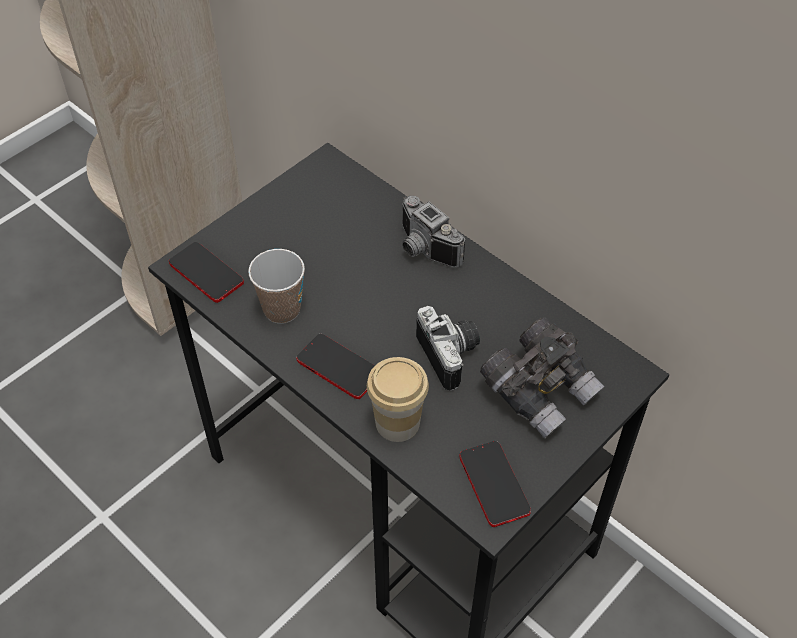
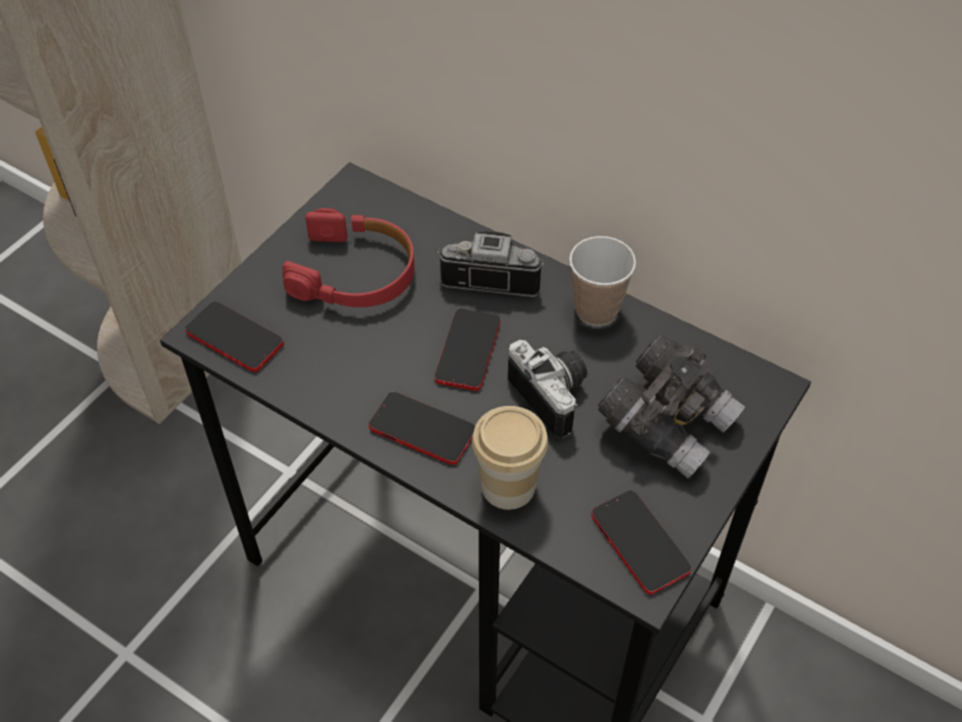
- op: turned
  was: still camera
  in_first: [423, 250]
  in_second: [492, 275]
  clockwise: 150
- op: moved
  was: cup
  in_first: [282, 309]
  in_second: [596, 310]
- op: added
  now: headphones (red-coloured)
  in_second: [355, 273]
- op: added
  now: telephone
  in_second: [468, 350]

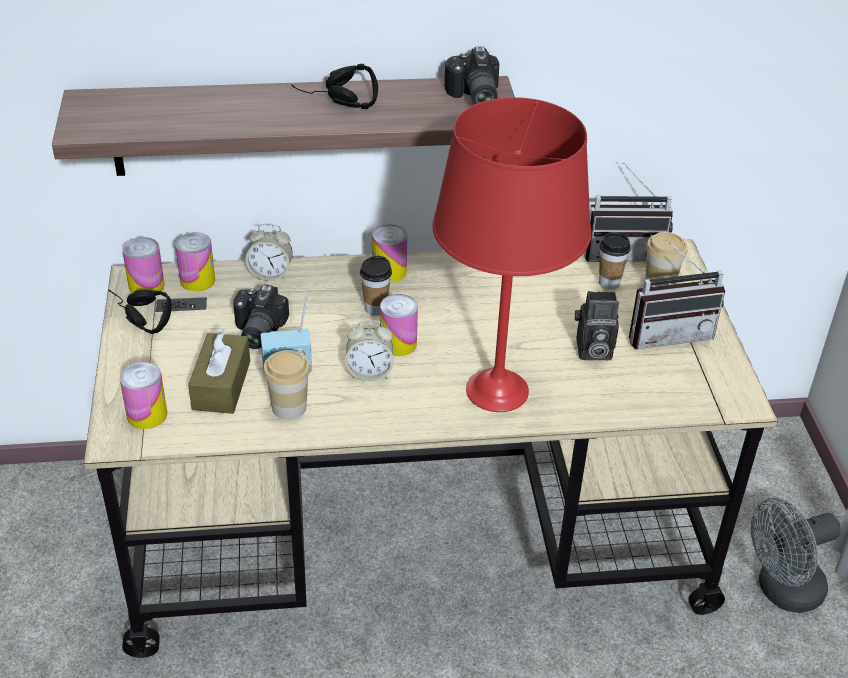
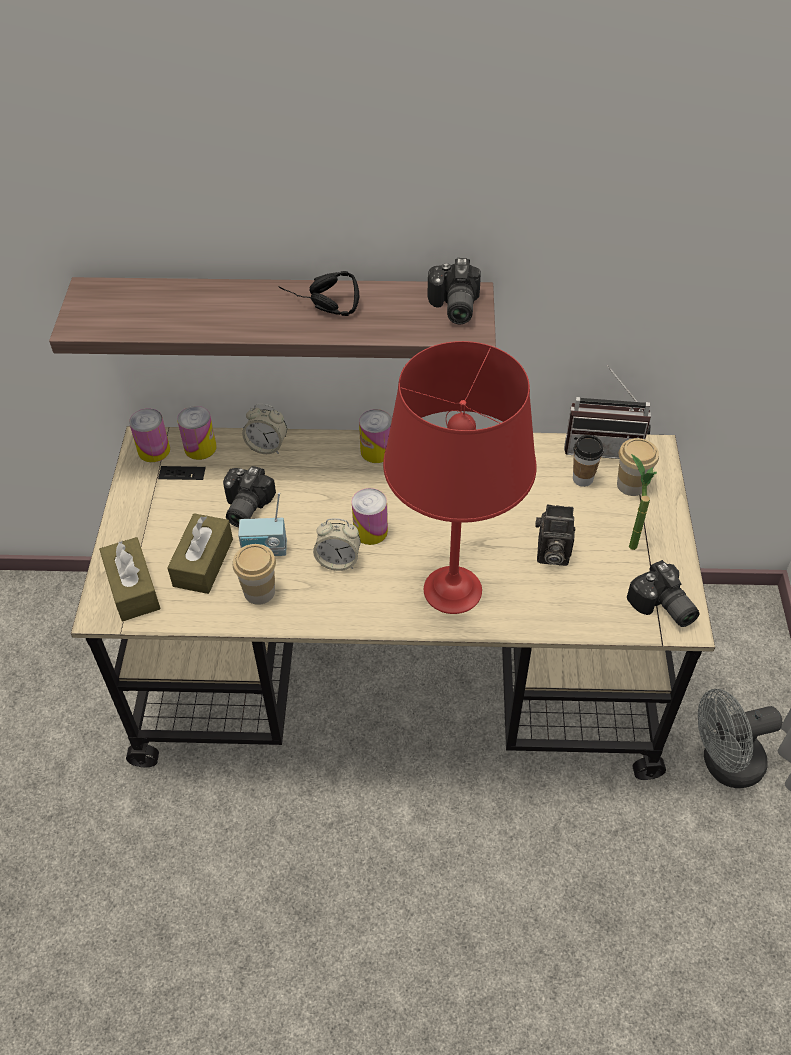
- op: replaced
  was: radio
  now: potted plant
  in_first: [668, 333]
  in_second: [628, 540]
- op: removed
  was: cup
  in_first: [375, 308]
- op: removed
  was: headphones (black)
  in_first: [135, 318]
- op: replaced
  was: sealed can
  now: tissue holder (brown-coloured)
  in_first: [147, 415]
  in_second: [133, 588]
- op: added
  now: still camera
  in_second: [662, 608]

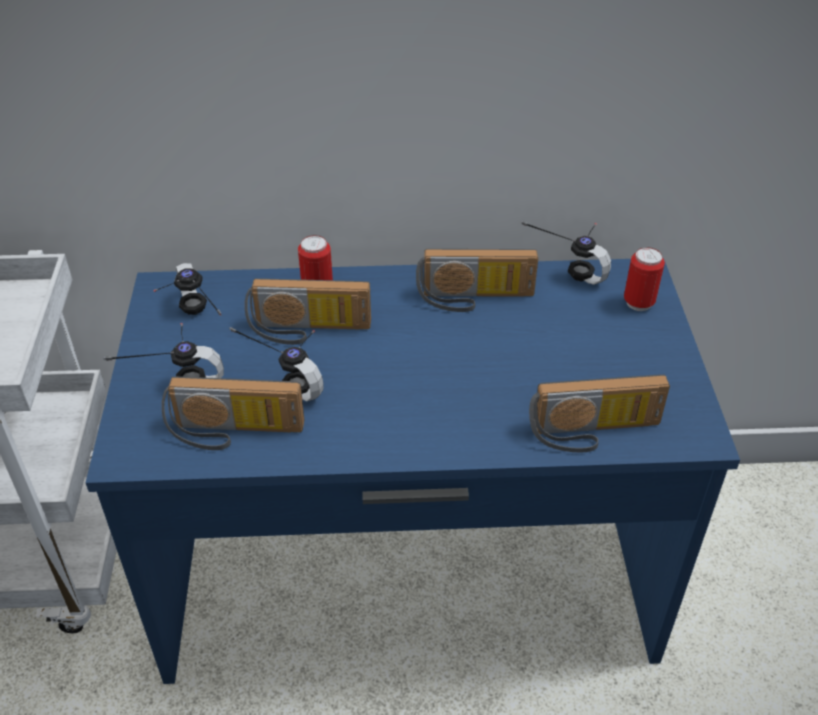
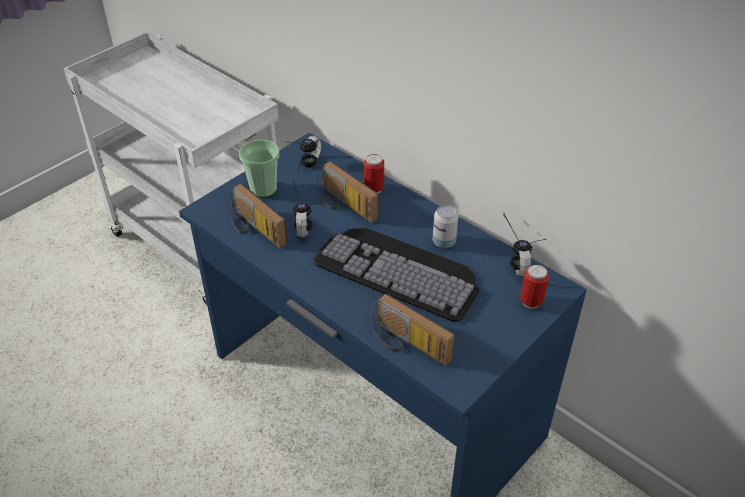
- op: replaced
  was: radio
  now: sealed can
  in_first: [475, 299]
  in_second: [444, 242]
- op: replaced
  was: headphones
  now: cup
  in_first: [175, 376]
  in_second: [263, 189]
- op: added
  now: keyboard
  in_second: [400, 270]

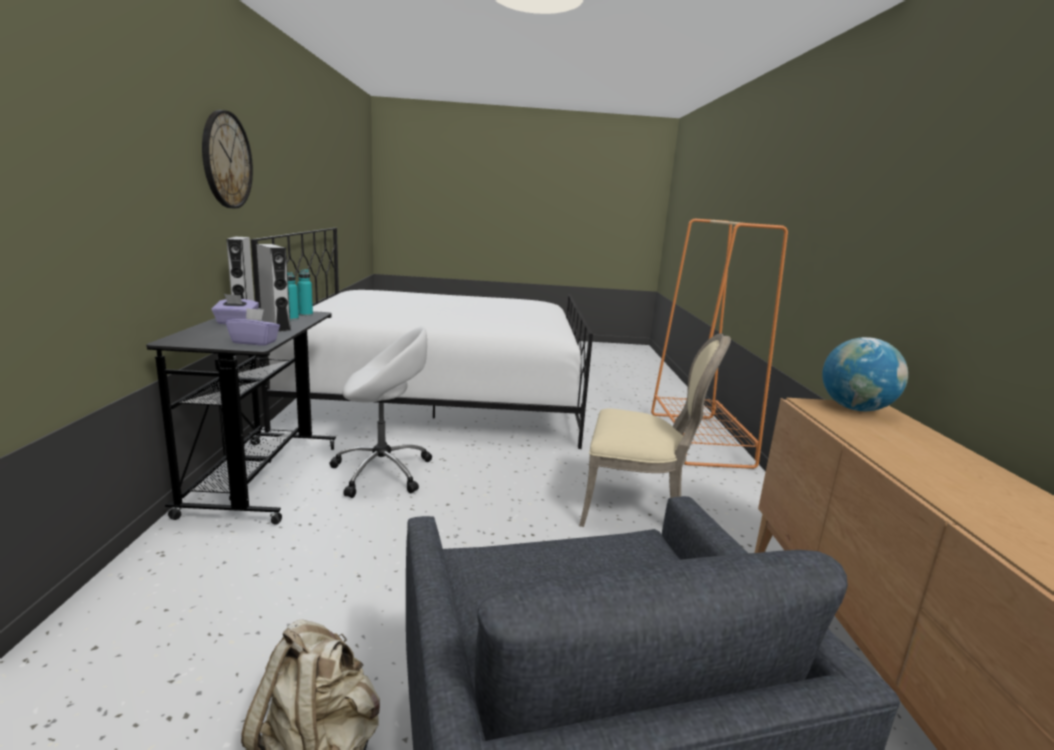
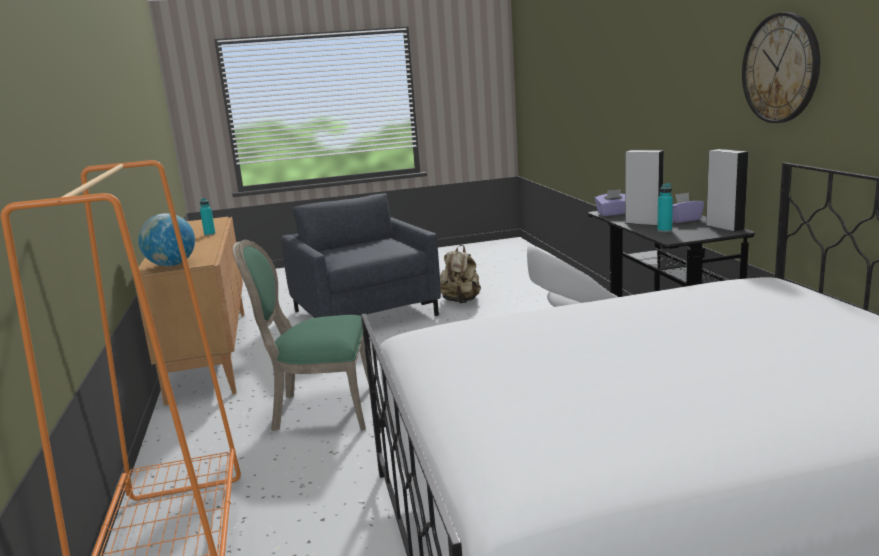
- op: moved
  was: drink bottle (turquoise)
  in_first: [305, 314]
  in_second: [209, 234]
- op: recoloured
  was: upright chair (beige-coloured)
  now: upright chair (green)
  in_first: [636, 509]
  in_second: [320, 409]

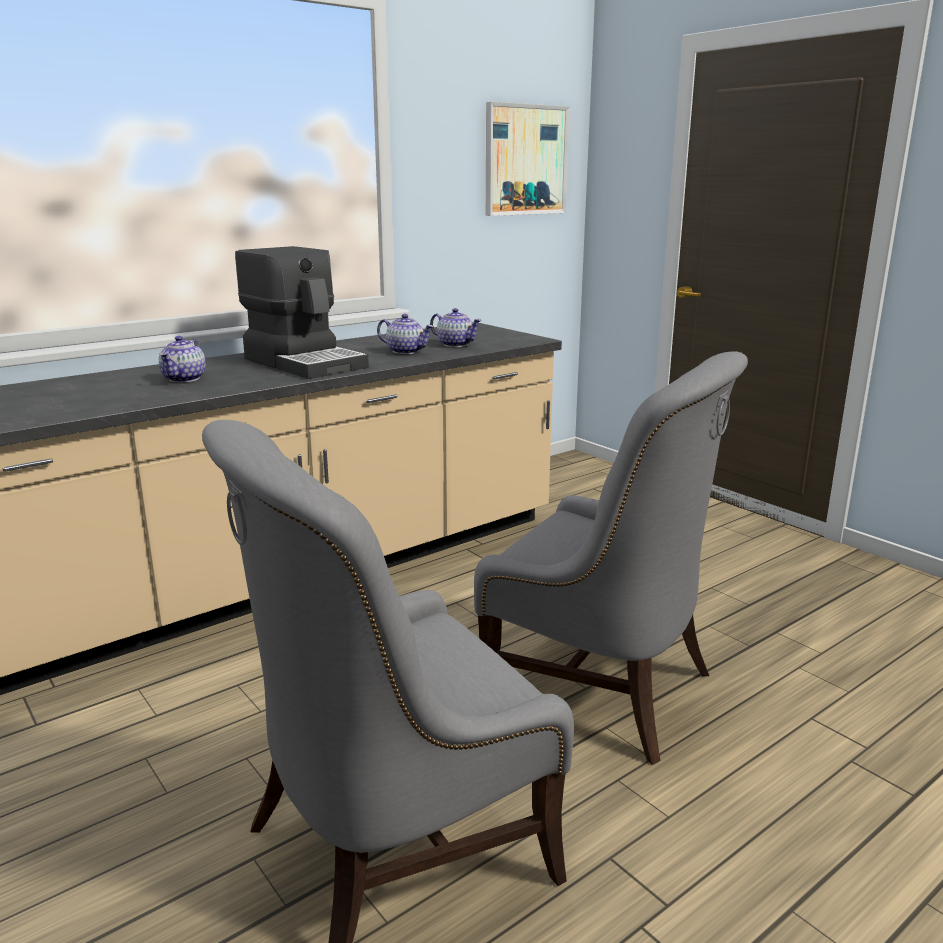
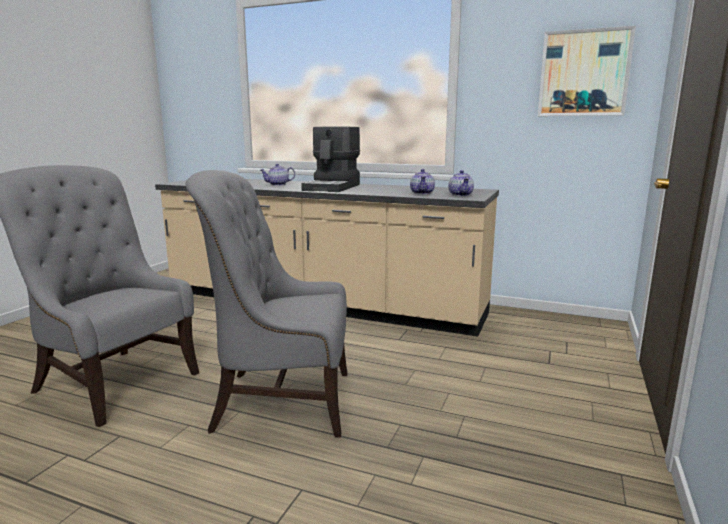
- op: moved
  was: teapot
  in_first: [406, 351]
  in_second: [461, 195]
- op: turned
  was: upright chair (grey)
  in_first: [600, 687]
  in_second: [281, 401]
  clockwise: 90

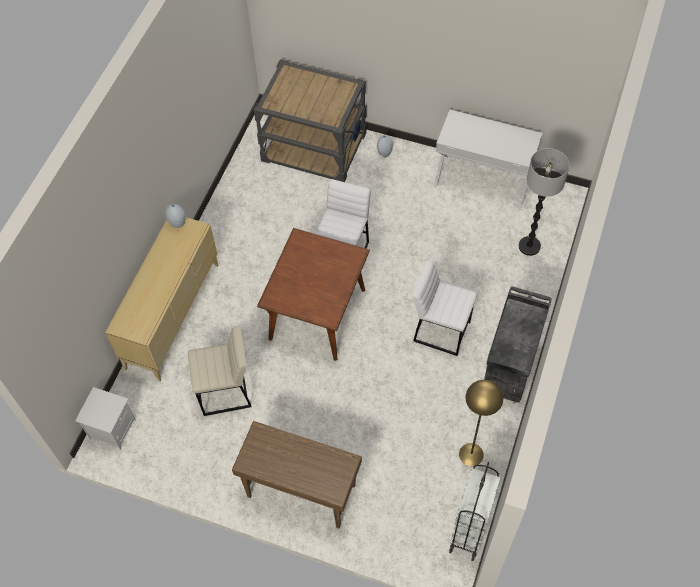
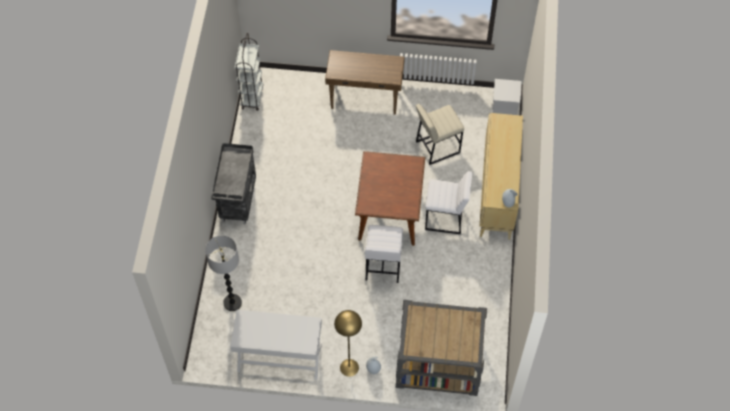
- op: moved
  was: upright chair (white-coloured)
  in_first: [440, 331]
  in_second: [445, 218]
- op: moved
  was: standard lamp (yellow)
  in_first: [471, 454]
  in_second: [349, 367]

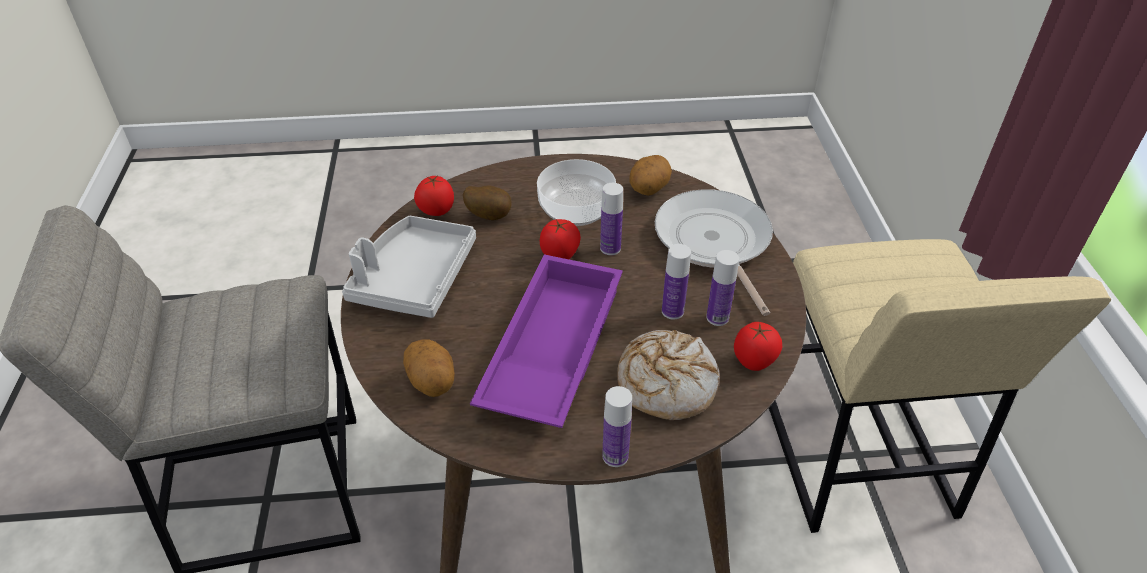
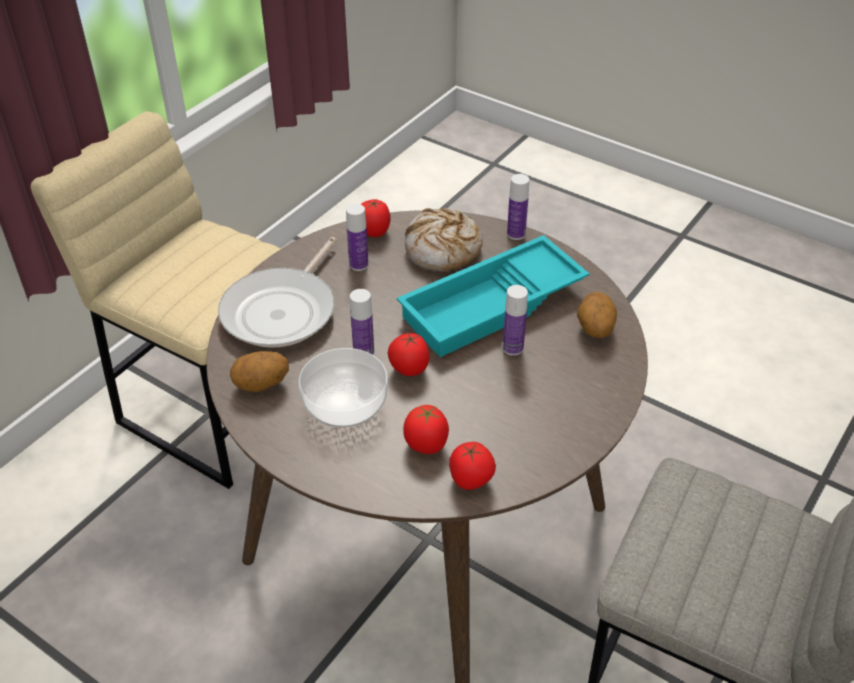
- op: replaced
  was: whole potato
  now: tomato
  in_first: [489, 215]
  in_second: [426, 444]
- op: removed
  was: tray (grey)
  in_first: [413, 278]
- op: turned
  was: upright chair (beige-coloured)
  in_first: [859, 459]
  in_second: [213, 410]
  clockwise: -90
- op: moved
  was: drink bottle
  in_first: [672, 311]
  in_second: [513, 348]
- op: recoloured
  was: tray (purplish)
  now: tray (turquoise)
  in_first: [550, 349]
  in_second: [493, 306]

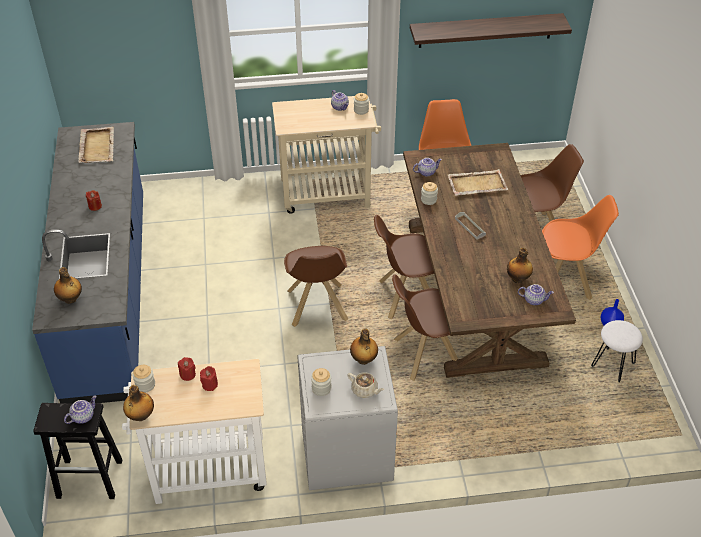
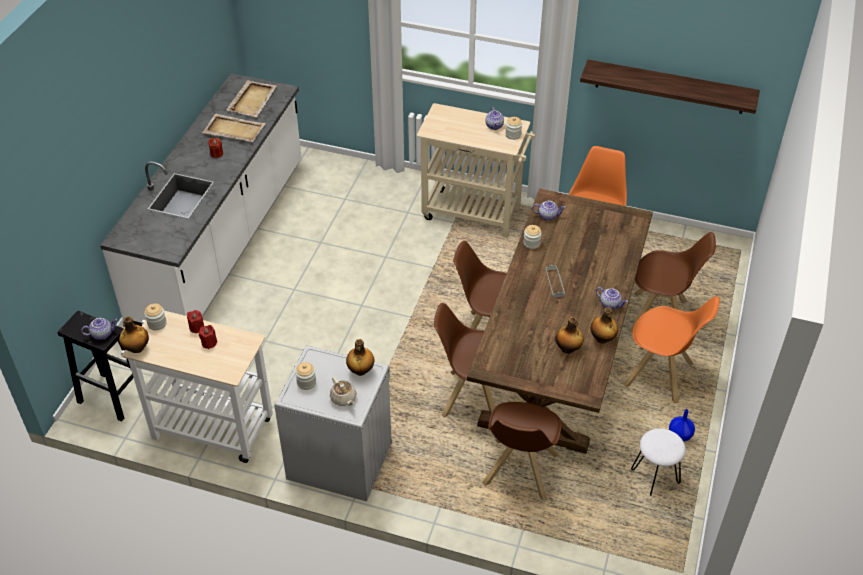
- op: recoloured
  was: counter (bluish)
  now: counter (white-coloured)
  in_first: [109, 294]
  in_second: [222, 241]
- op: moved
  was: tray (beige-coloured)
  in_first: [476, 184]
  in_second: [233, 130]
- op: moved
  was: upright chair (brown-coloured)
  in_first: [317, 306]
  in_second: [519, 471]
- op: moved
  was: drink bottle
  in_first: [70, 299]
  in_second: [602, 339]
- op: moved
  was: teapot
  in_first: [534, 300]
  in_second: [610, 304]

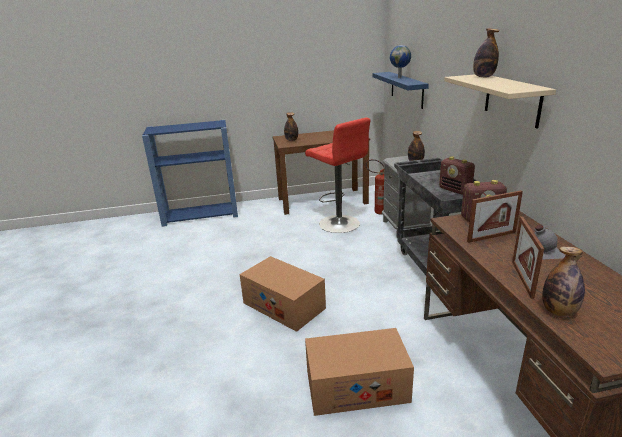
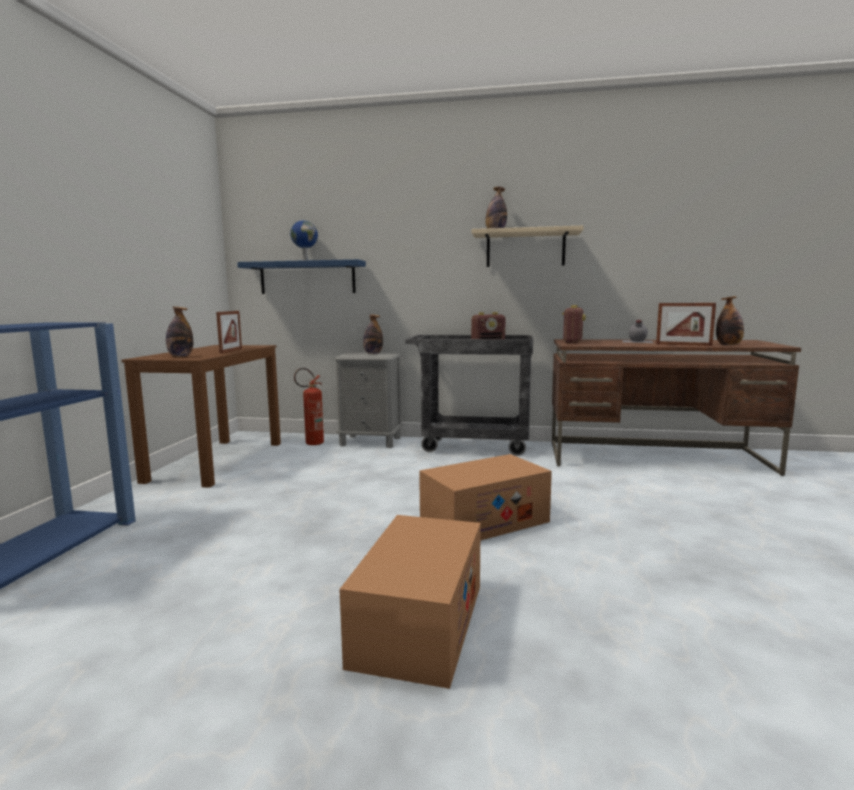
- op: removed
  was: stool seat (red-coloured)
  in_first: [339, 224]
- op: moved
  was: standing frame
  in_first: [491, 237]
  in_second: [231, 351]
- op: moved
  was: cardboard box
  in_first: [356, 386]
  in_second: [419, 623]

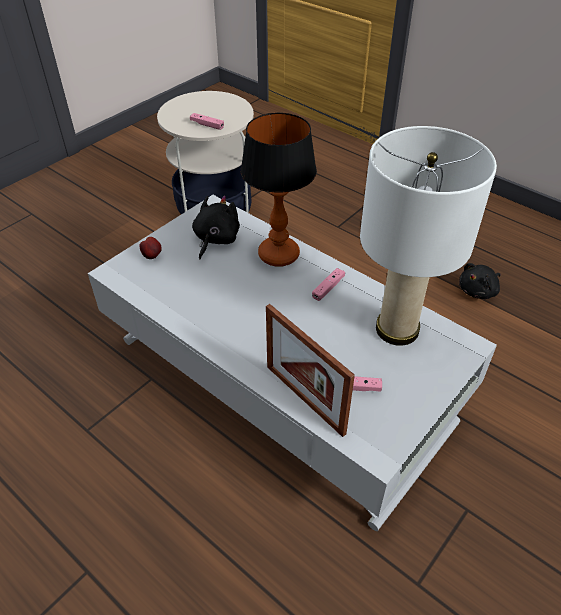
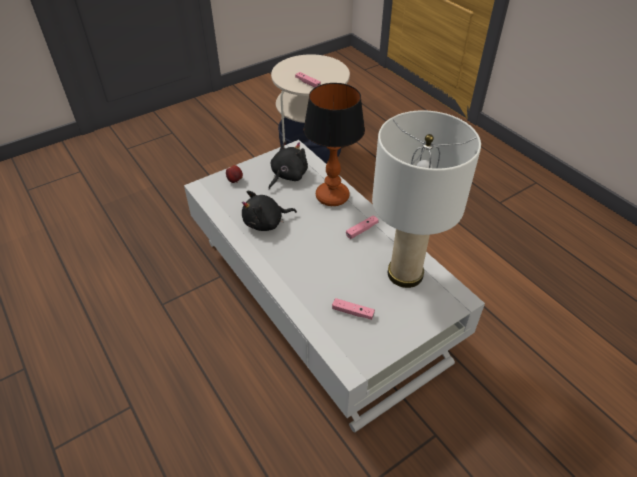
- op: moved
  was: plush toy (black)
  in_first: [478, 291]
  in_second: [266, 223]
- op: removed
  was: standing frame
  in_first: [304, 399]

